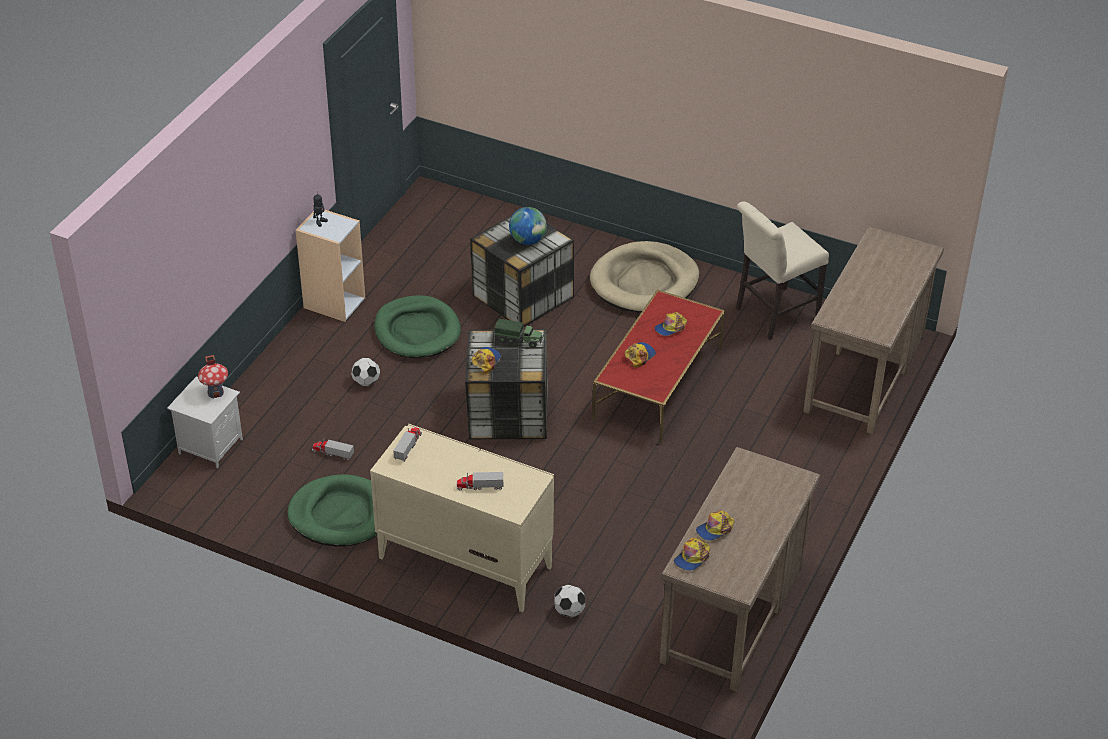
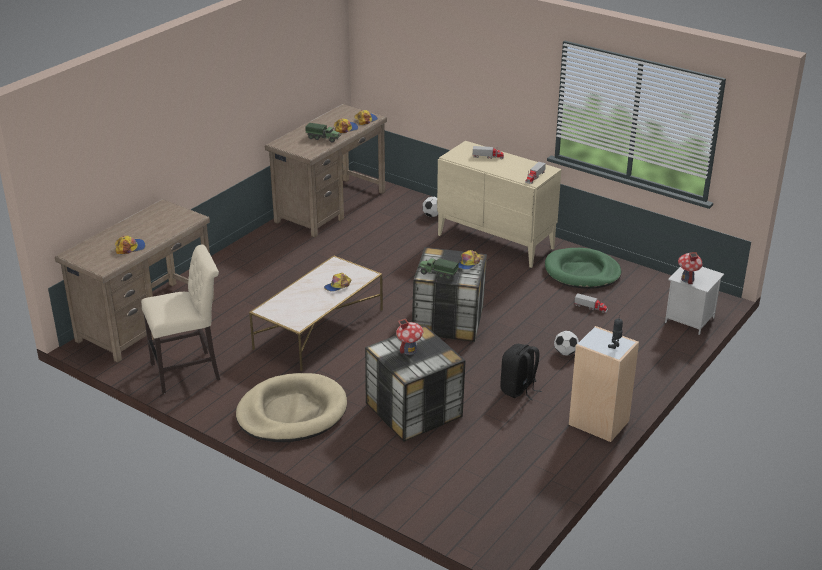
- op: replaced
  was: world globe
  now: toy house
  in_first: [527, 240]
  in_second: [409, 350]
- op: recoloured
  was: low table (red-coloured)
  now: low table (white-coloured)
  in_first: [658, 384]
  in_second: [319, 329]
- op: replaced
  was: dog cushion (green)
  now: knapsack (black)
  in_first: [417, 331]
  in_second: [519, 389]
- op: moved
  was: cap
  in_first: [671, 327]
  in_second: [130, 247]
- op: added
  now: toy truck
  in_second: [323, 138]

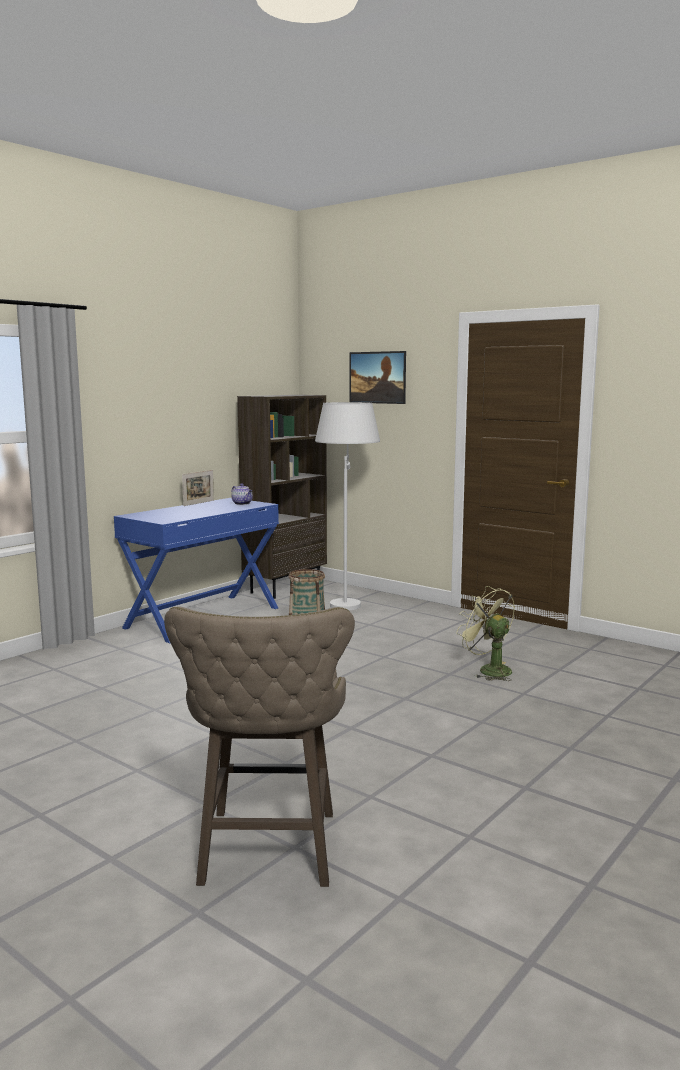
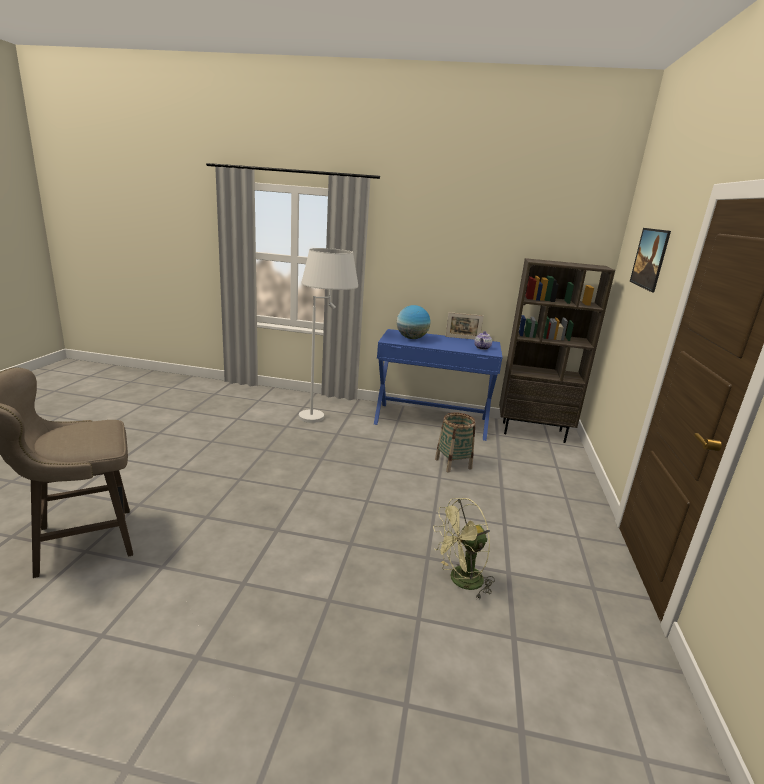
- op: moved
  was: standard lamp (white-coloured)
  in_first: [347, 601]
  in_second: [325, 416]
- op: turned
  was: electric fan (green)
  in_first: [488, 670]
  in_second: [460, 581]
  clockwise: -135
- op: added
  now: world globe
  in_second: [411, 338]

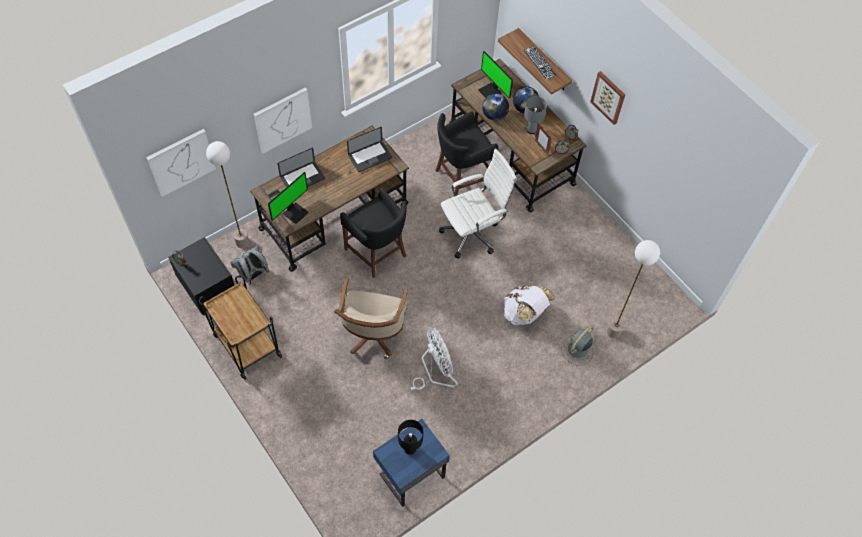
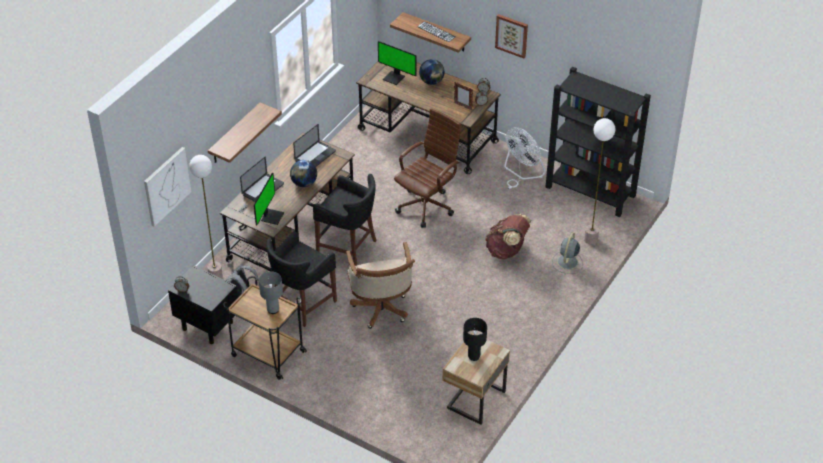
- op: replaced
  was: wall art
  now: bracket shelf
  in_first: [282, 119]
  in_second: [235, 134]
- op: moved
  was: world globe
  in_first: [494, 115]
  in_second: [304, 183]
- op: moved
  was: lamp for a table (grey)
  in_first: [531, 130]
  in_second: [272, 310]
- op: moved
  was: stool seat (black)
  in_first: [461, 176]
  in_second: [302, 304]
- op: recoloured
  was: office chair (white-coloured)
  now: office chair (brown-coloured)
  in_first: [472, 233]
  in_second: [427, 205]
- op: recoloured
  was: knapsack (white-coloured)
  now: knapsack (brown-coloured)
  in_first: [524, 314]
  in_second: [507, 251]
- op: moved
  was: electric fan (white-coloured)
  in_first: [434, 369]
  in_second: [519, 171]
- op: recoloured
  was: night table (bluish)
  now: night table (beige-coloured)
  in_first: [410, 474]
  in_second: [474, 400]
- op: added
  now: bookshelf (black)
  in_second: [590, 191]

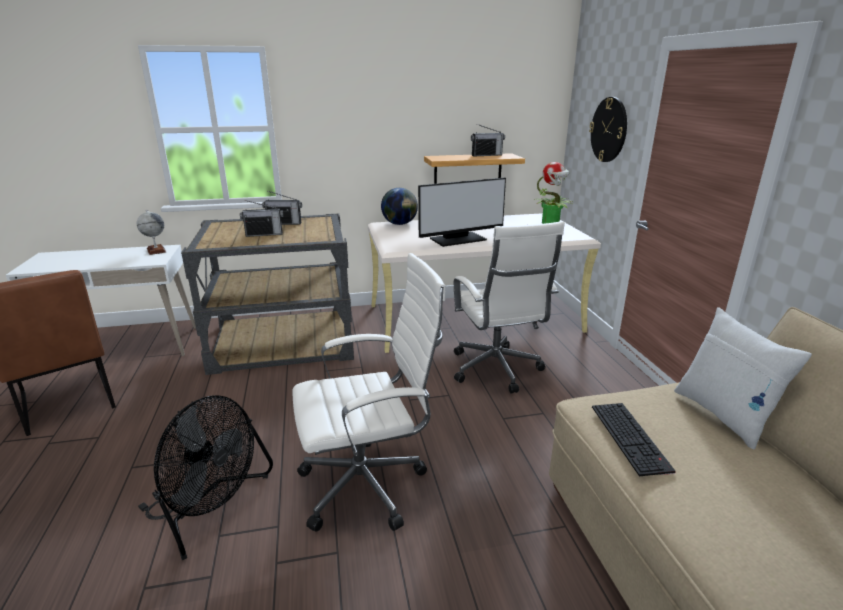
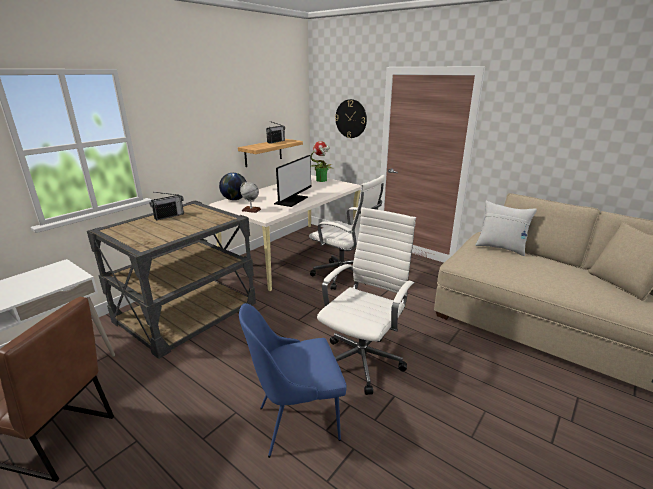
- op: removed
  was: radio
  in_first: [264, 234]
- op: moved
  was: world globe
  in_first: [156, 250]
  in_second: [251, 210]
- op: replaced
  was: electric fan (black)
  now: upright chair (bluish)
  in_first: [207, 509]
  in_second: [298, 424]
- op: removed
  was: keyboard
  in_first: [631, 438]

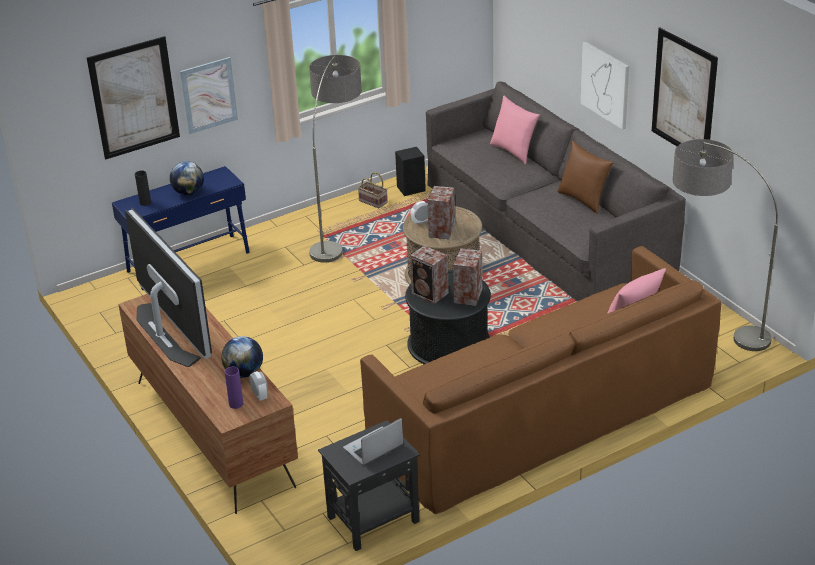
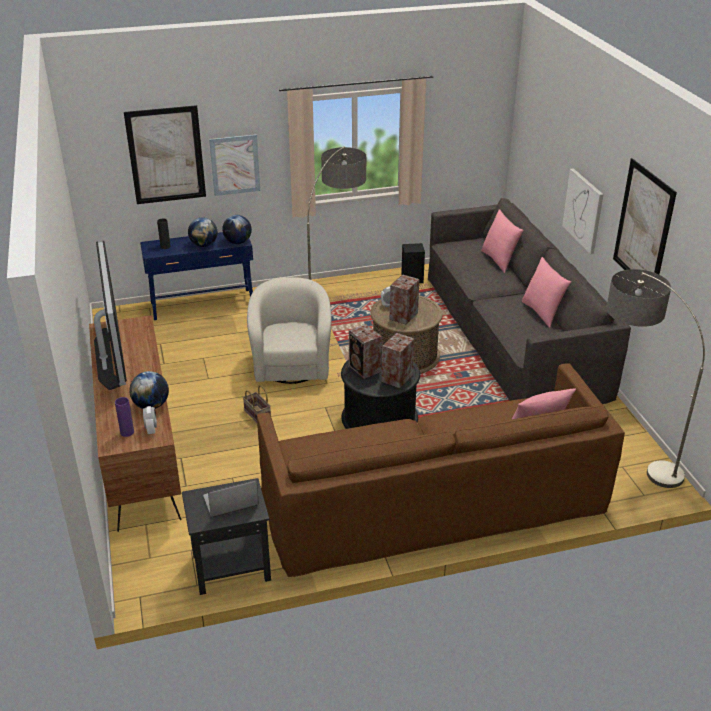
- op: recoloured
  was: pillow (brown-coloured)
  now: pillow (pink)
  in_first: [583, 199]
  in_second: [542, 312]
- op: moved
  was: household basket
  in_first: [372, 201]
  in_second: [256, 414]
- op: added
  now: world globe
  in_second: [238, 242]
- op: added
  now: armchair (beige-coloured)
  in_second: [292, 365]

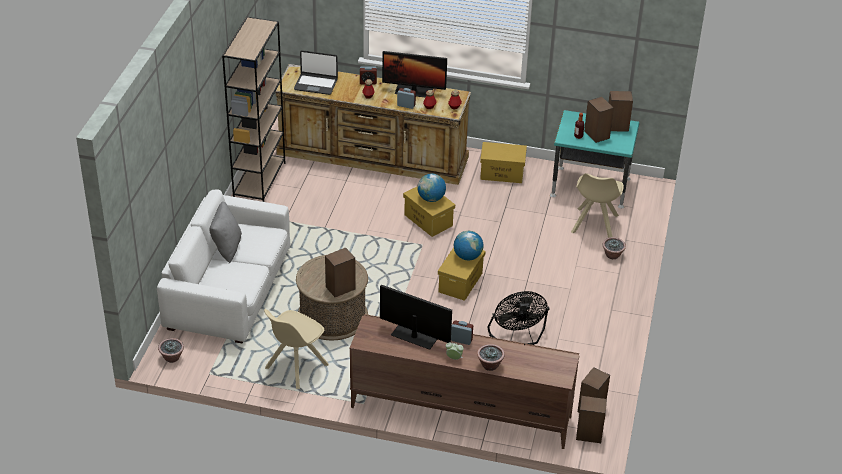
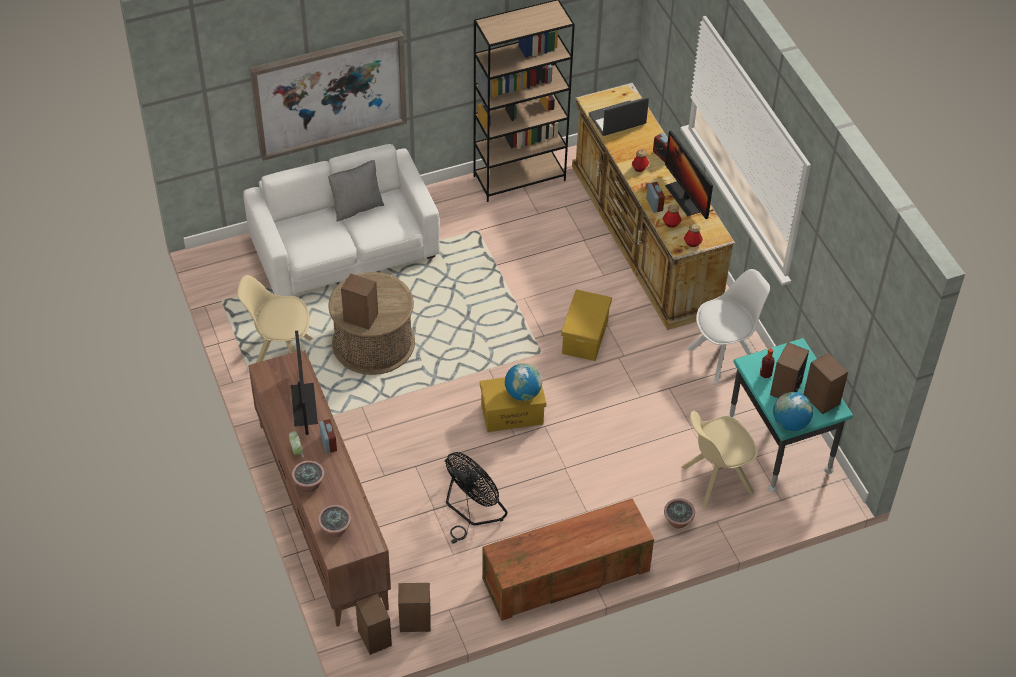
- op: turned
  was: laptop
  in_first: [316, 84]
  in_second: [617, 120]
  clockwise: 90
- op: replaced
  was: storage container (yellow)
  now: upright chair (white-coloured)
  in_first: [502, 173]
  in_second: [724, 356]
- op: moved
  was: world globe
  in_first: [431, 198]
  in_second: [790, 423]
- op: moved
  was: potted plant
  in_first: [172, 358]
  in_second: [335, 530]
- op: added
  now: wall art
  in_second: [329, 93]
- op: added
  now: bench (brown-coloured)
  in_second: [565, 576]

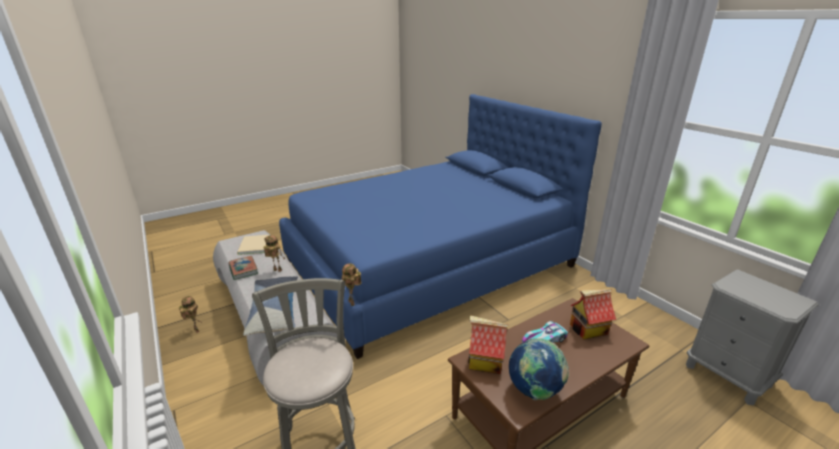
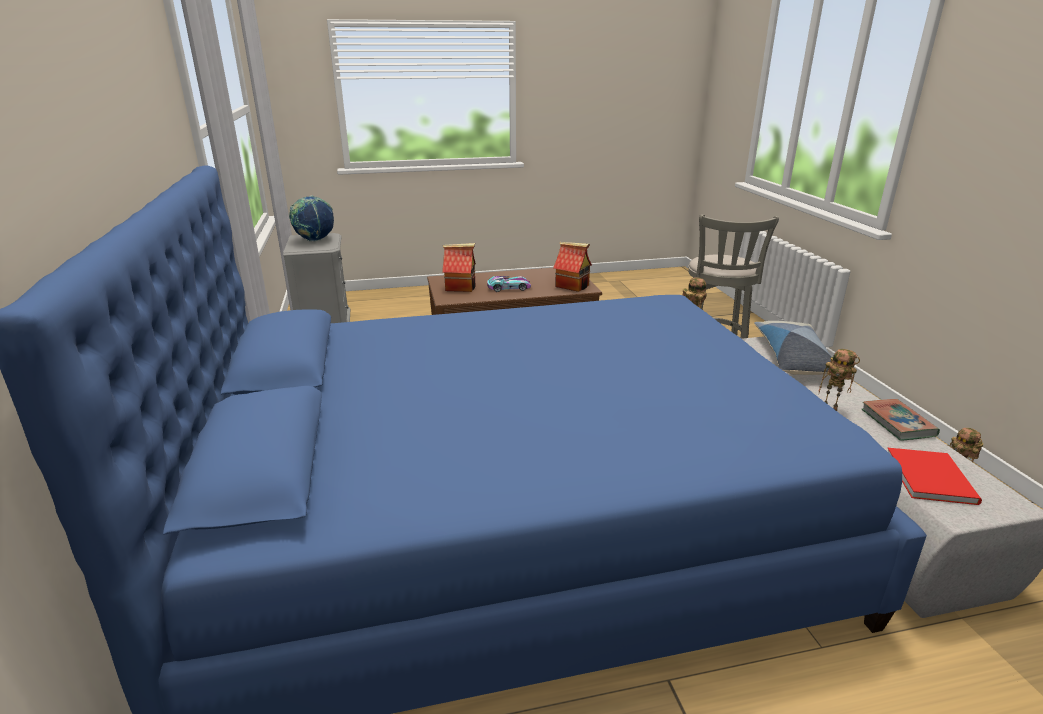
- op: recoloured
  was: book (beige-coloured)
  now: book (red-coloured)
  in_first: [253, 246]
  in_second: [931, 476]
- op: moved
  was: world globe
  in_first: [534, 391]
  in_second: [315, 240]

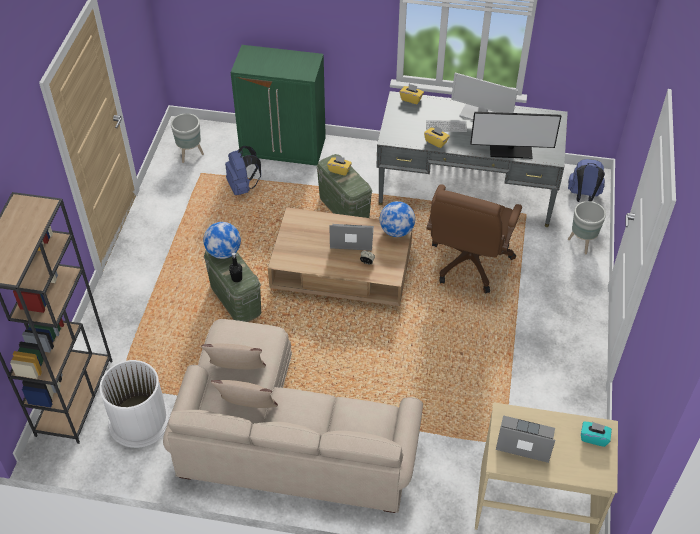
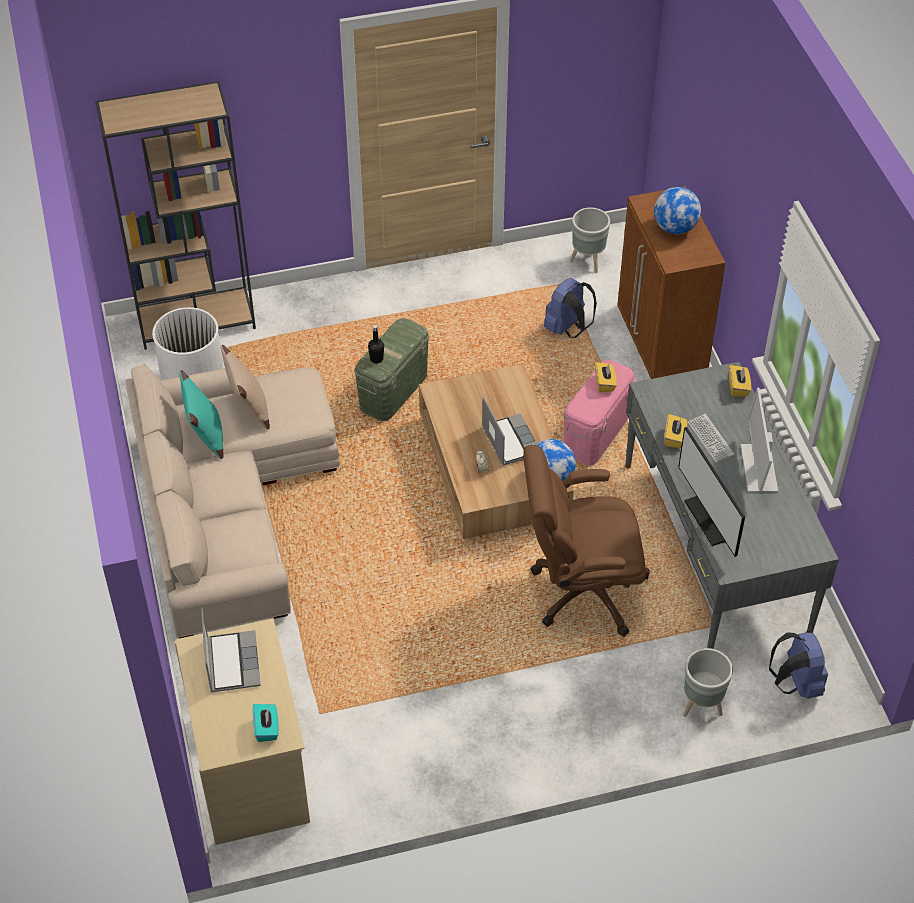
- op: recoloured
  was: cupboard (green)
  now: cupboard (brown-coloured)
  in_first: [283, 146]
  in_second: [662, 338]
- op: recoloured
  was: storage container (green)
  now: storage container (pink)
  in_first: [344, 209]
  in_second: [596, 435]
- op: moved
  was: world globe
  in_first: [223, 252]
  in_second: [675, 228]
- op: recoloured
  was: pillow (beige-coloured)
  now: pillow (turquoise)
  in_first: [248, 409]
  in_second: [206, 437]

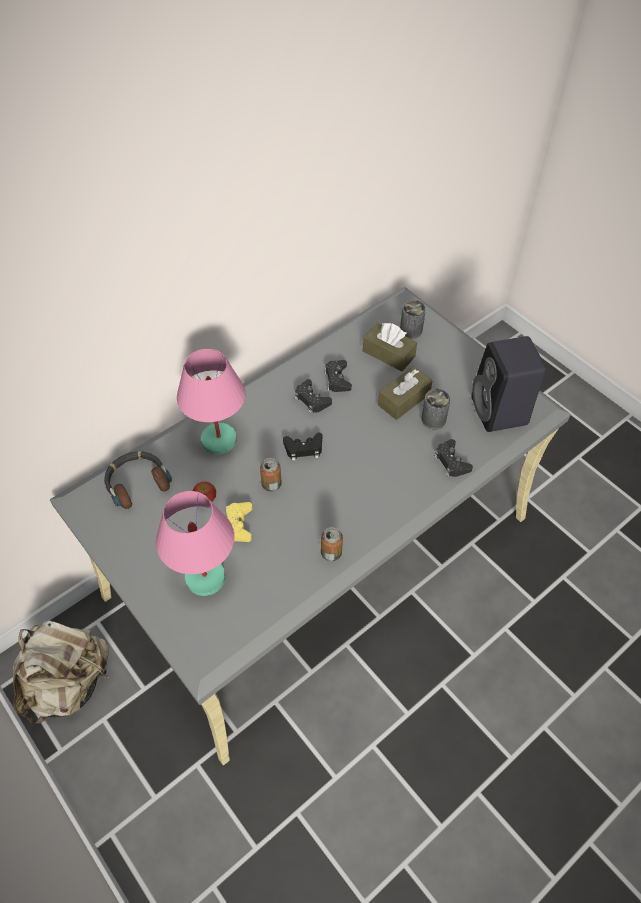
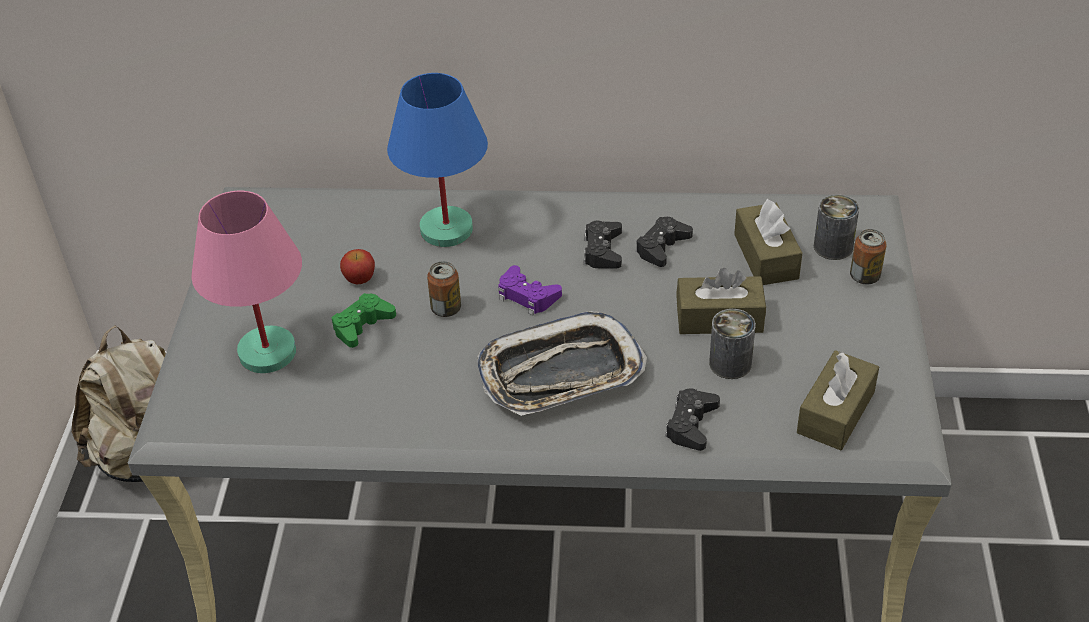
- op: replaced
  was: loudspeaker (black)
  now: tissue holder (brown-coloured)
  in_first: [500, 412]
  in_second: [835, 412]
- op: recoloured
  was: lamp for a table (pink)
  now: lamp for a table (bluish)
  in_first: [218, 440]
  in_second: [445, 230]
- op: recoloured
  was: game controller (black)
  now: game controller (purplish)
  in_first: [303, 449]
  in_second: [527, 296]
- op: removed
  was: headphones
  in_first: [137, 482]
- op: recoloured
  was: game controller (yellow)
  now: game controller (green)
  in_first: [239, 525]
  in_second: [362, 325]
- op: moved
  was: sealed can
  in_first: [331, 553]
  in_second: [864, 276]
- op: added
  now: tray
  in_second: [560, 374]

